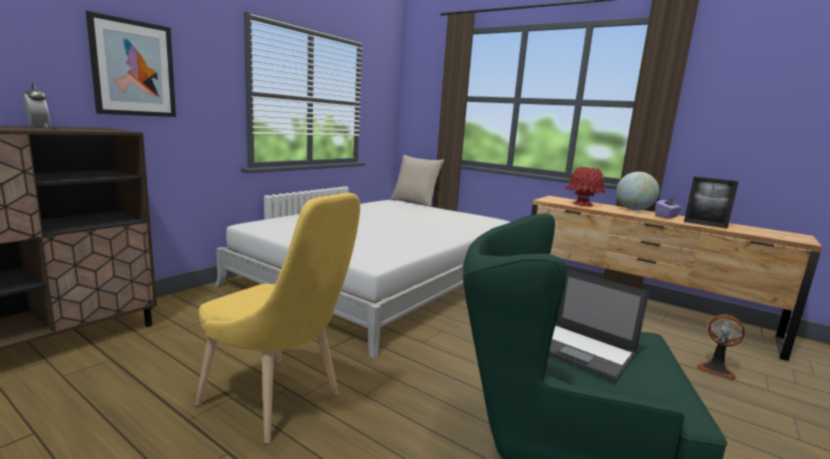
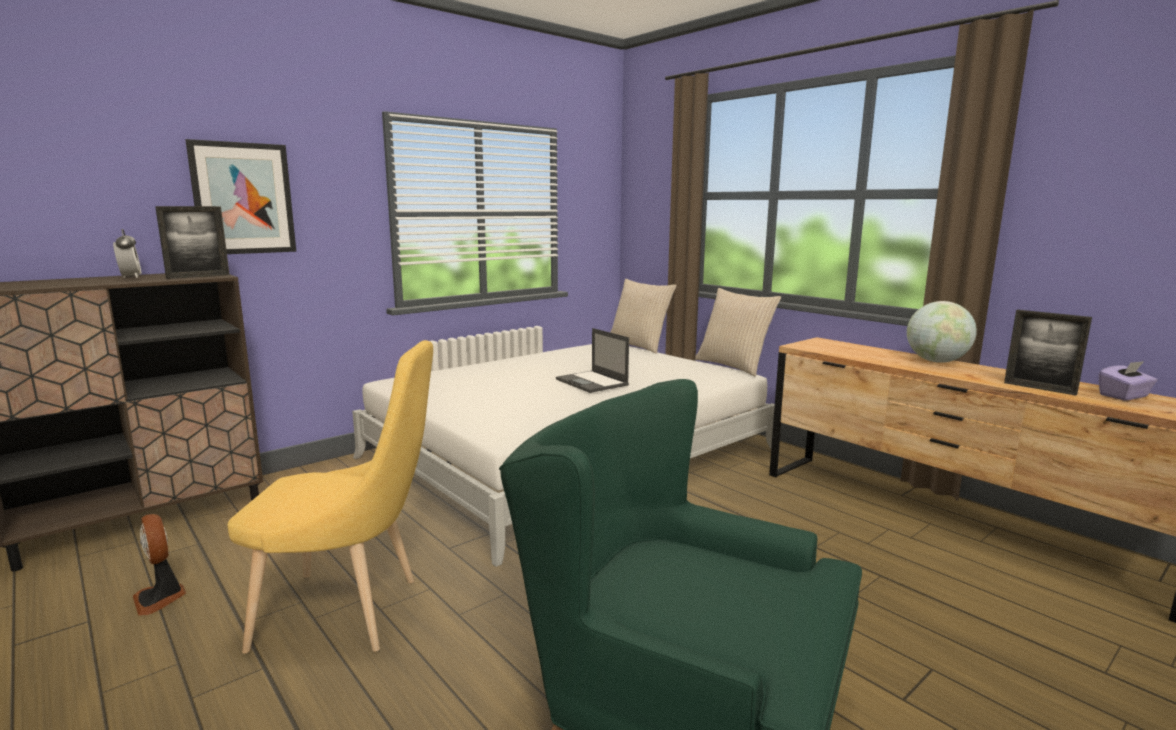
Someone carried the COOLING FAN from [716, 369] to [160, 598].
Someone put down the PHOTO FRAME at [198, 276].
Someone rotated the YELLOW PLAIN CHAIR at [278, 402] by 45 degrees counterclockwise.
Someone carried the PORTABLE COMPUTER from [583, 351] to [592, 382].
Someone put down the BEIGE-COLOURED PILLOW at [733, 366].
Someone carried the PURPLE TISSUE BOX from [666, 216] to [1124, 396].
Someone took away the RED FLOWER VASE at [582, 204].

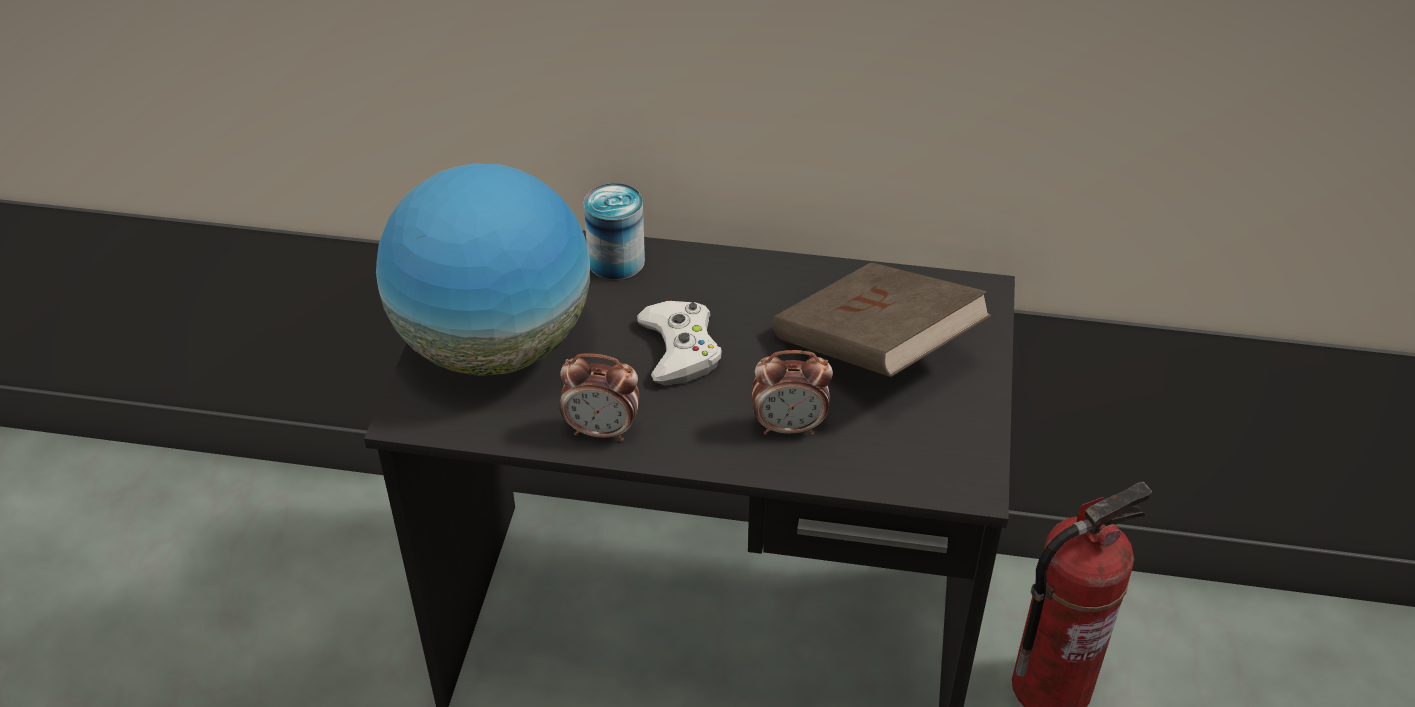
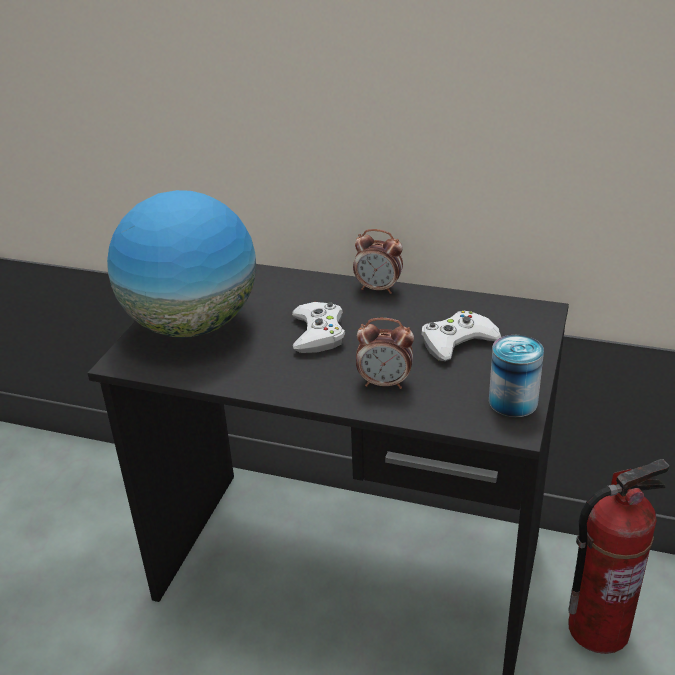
Someone carried the ALARM CLOCK from [602, 430] to [378, 288].
Someone swapped the BROWNISH BOUND BOOK at [874, 352] for the WHITISH JOYPAD at [457, 342].
Someone carried the METAL CAN from [616, 261] to [513, 401].

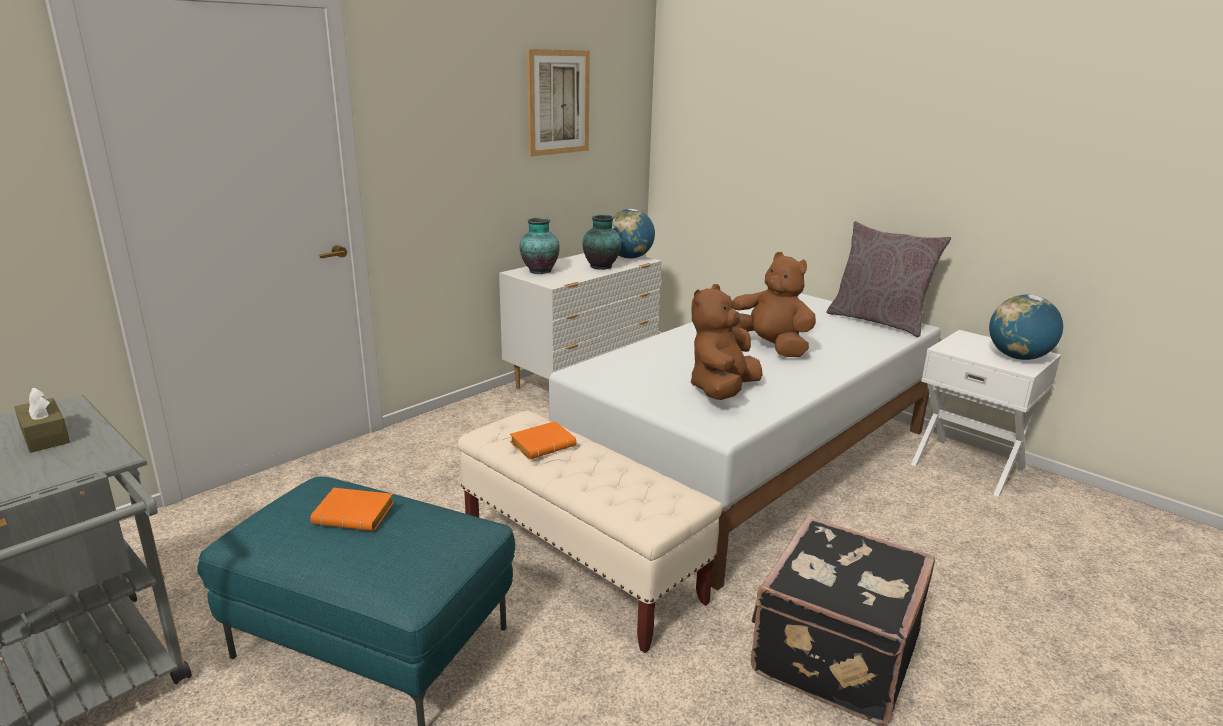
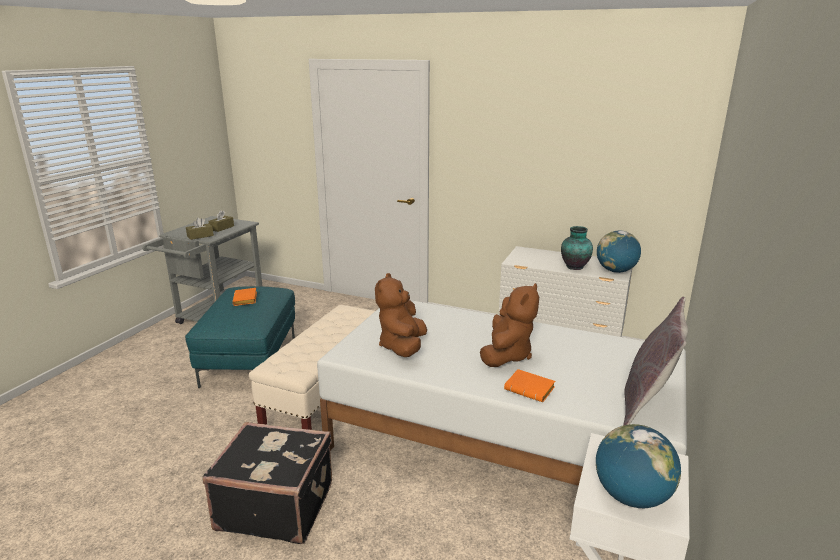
Someone put down the BROWNISH TISSUE BOX at [200, 236].
Someone rotated the BROWNISH PLUSH TOY at [722, 391] by 90 degrees counterclockwise.
Someone carried the ORANGE-COLOURED BOUND BOOK from [543, 444] to [531, 389].
Someone took away the FLOWER VASE at [539, 271].
Someone took away the WALL ART at [558, 102].

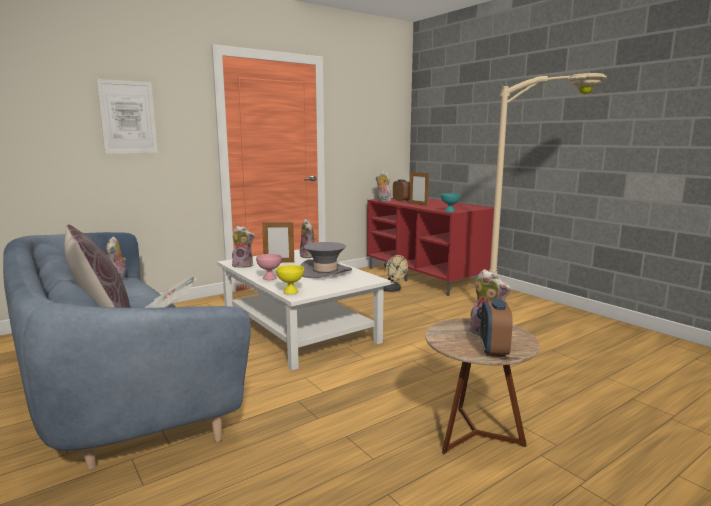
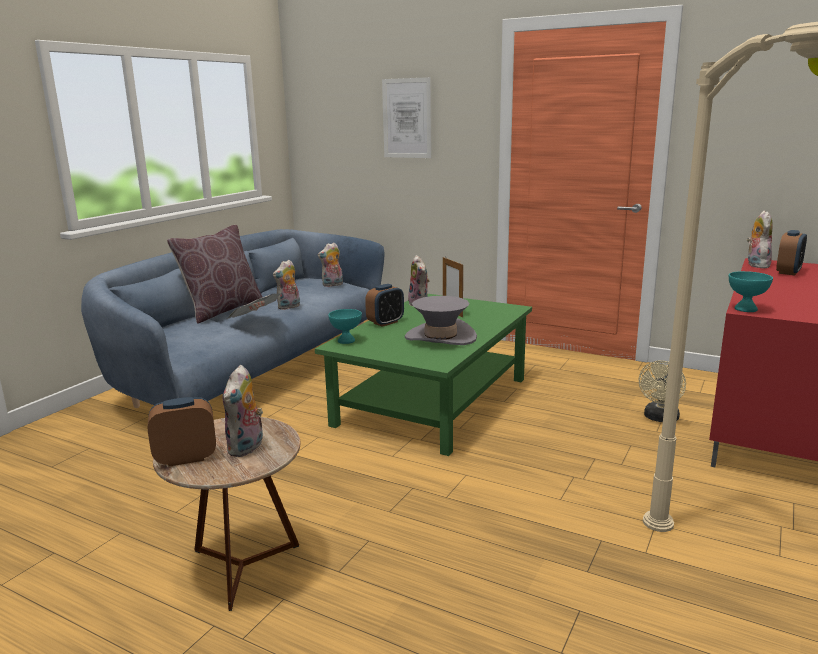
Someone carried the PLUSH TOY from [308, 256] to [289, 307].
Someone repainted the WHITISH COFFEE TABLE at [298, 330], which became the GREENISH COFFEE TABLE at [432, 401].
Someone repainted the YELLOW SERVING BOWL at [290, 292], which became the BLUE-GREEN SERVING BOWL at [346, 340].
Someone swapped the PINK-COLOURED SERVING BOWL at [269, 278] for the ALARM CLOCK at [385, 322].
Someone took away the PHOTO FRAME at [418, 204].

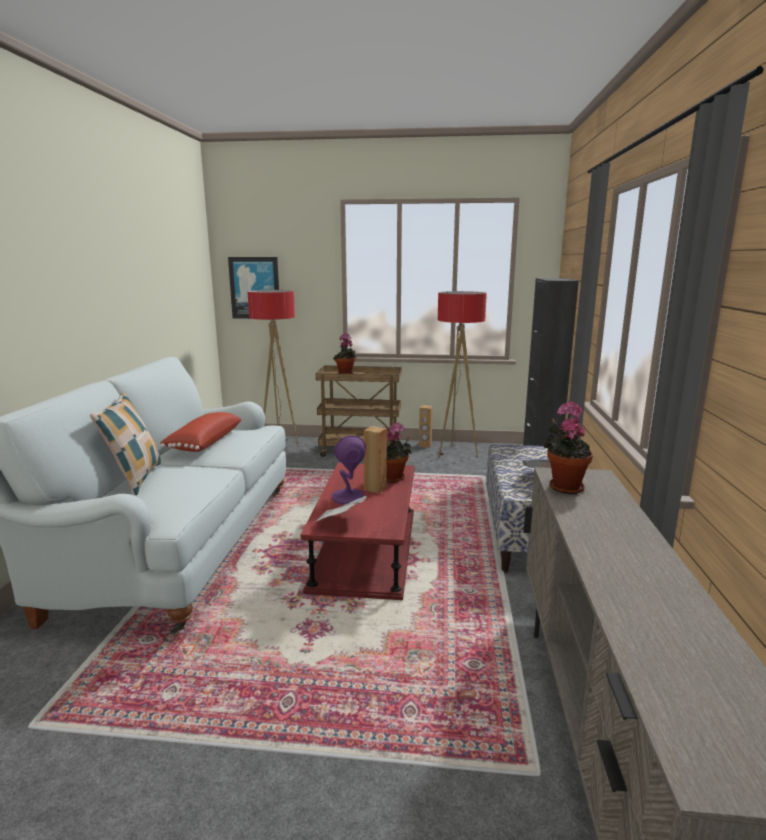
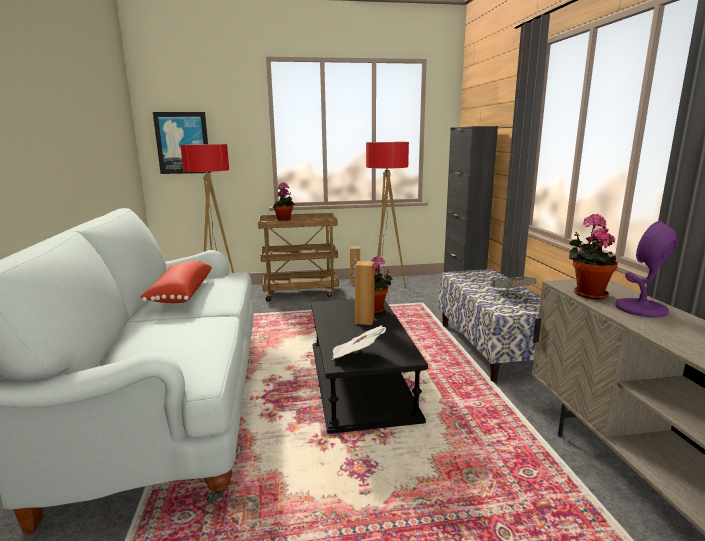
Someone repainted the RED COFFEE TABLE at [365, 548], which became the BLACK COFFEE TABLE at [359, 379].
Someone carried the PURPLE TABLETOP LAMP from [348, 497] to [641, 309].
Someone took away the PILLOW at [135, 479].

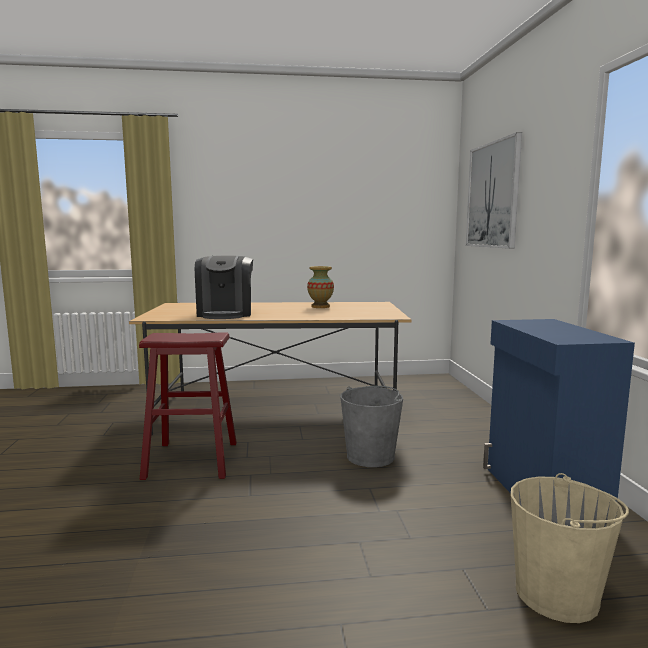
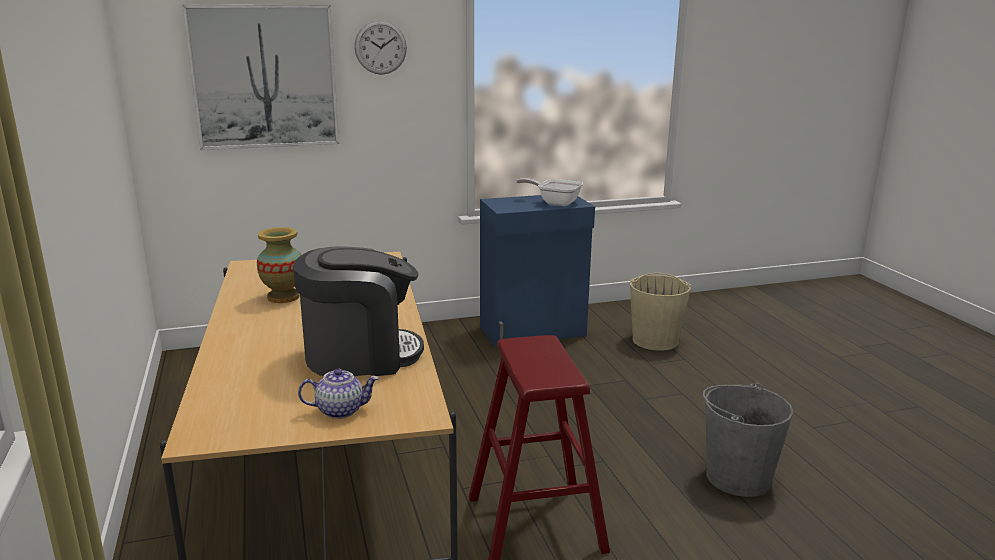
Someone put down the TEAPOT at [341, 410].
Someone put up the HANGING CLOCK at [380, 47].
Someone put down the PAN at [555, 202].
Someone carried the GRAY PAIL from [371, 456] to [737, 477].

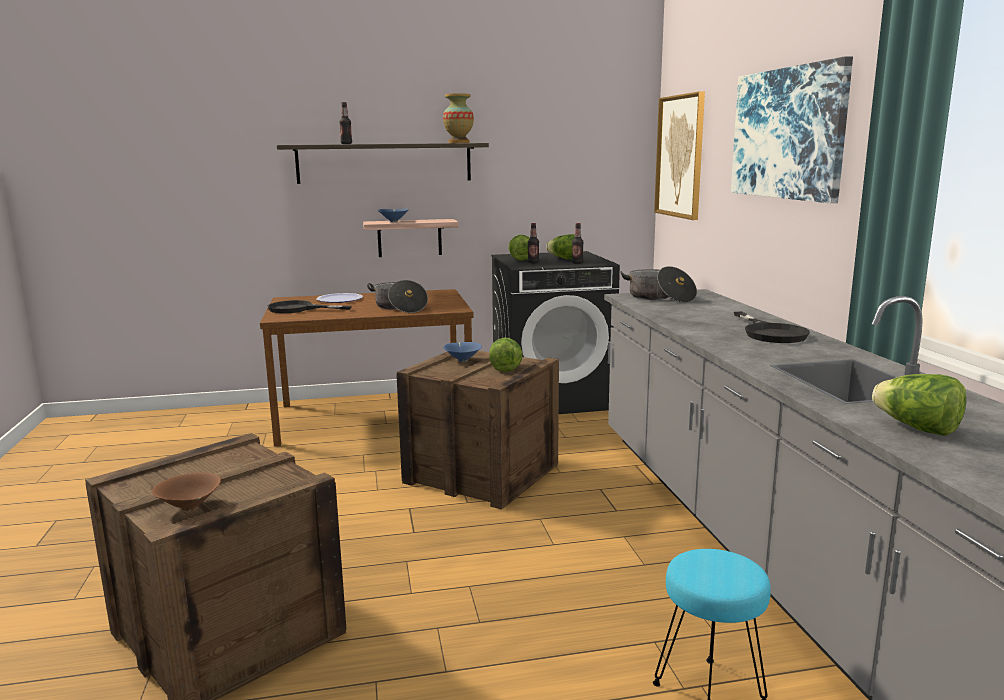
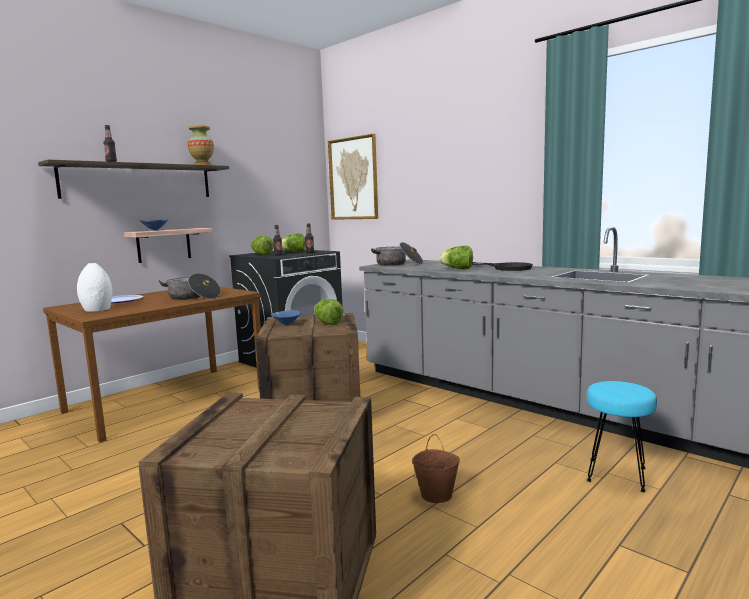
Someone swapped the BLACK PAN at [298, 309] for the WHITISH FLOWER VASE at [97, 310].
Someone put down the BROWNISH PAIL at [437, 495].
Someone carried the LETTUCE from [917, 428] to [457, 269].
Someone took away the BROWNISH SERVING BOWL at [190, 508].
Someone took away the WALL ART at [787, 133].

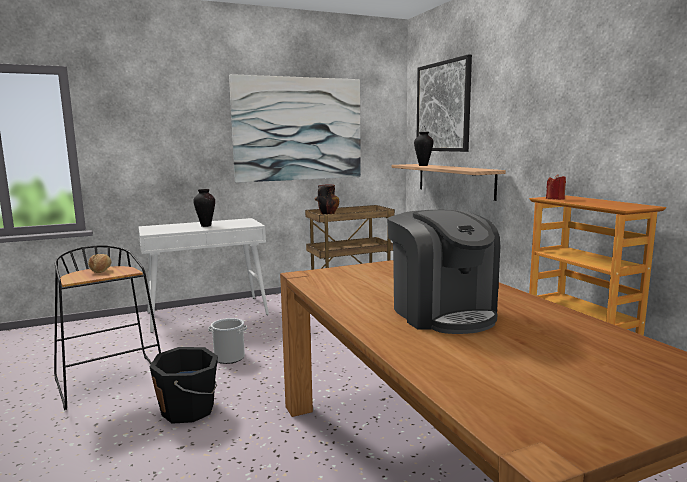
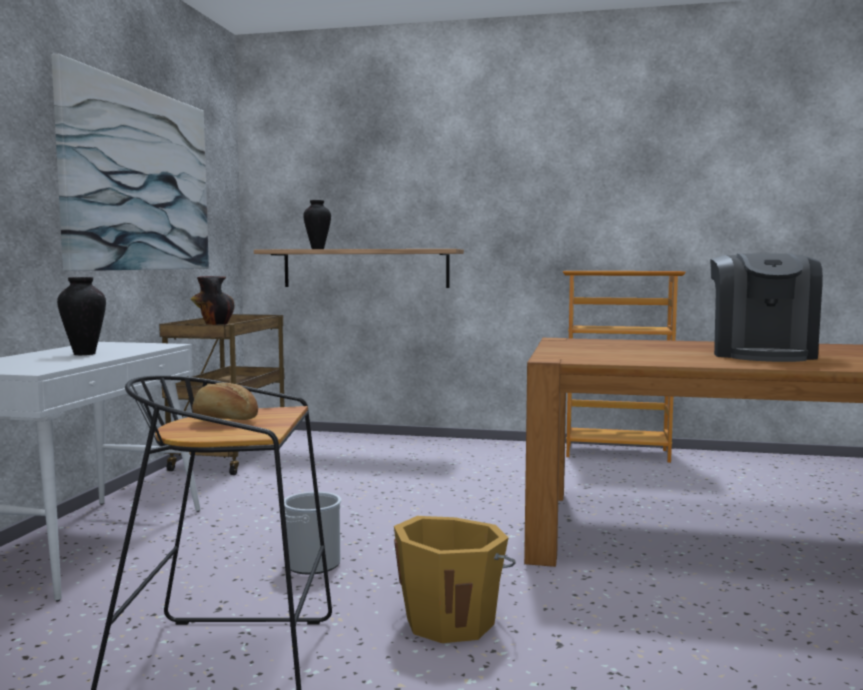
Someone repainted the BLACK PAIL at [189, 409], which became the ORANGE-COLOURED PAIL at [451, 620].
Someone rotated the COFFEE MAKER at [442, 313] by 90 degrees clockwise.
Someone took away the WALL ART at [443, 107].
Someone took away the RED CANDLE at [555, 199].

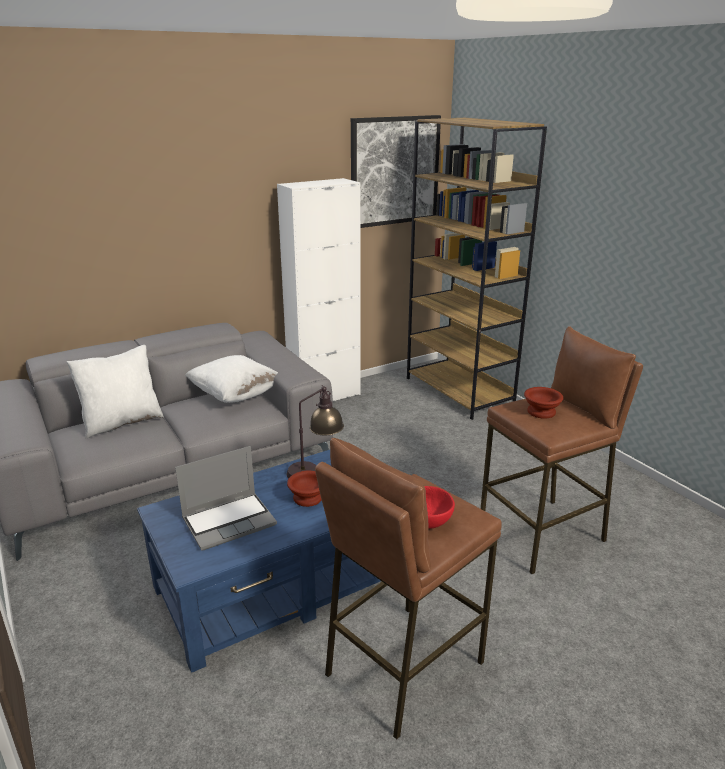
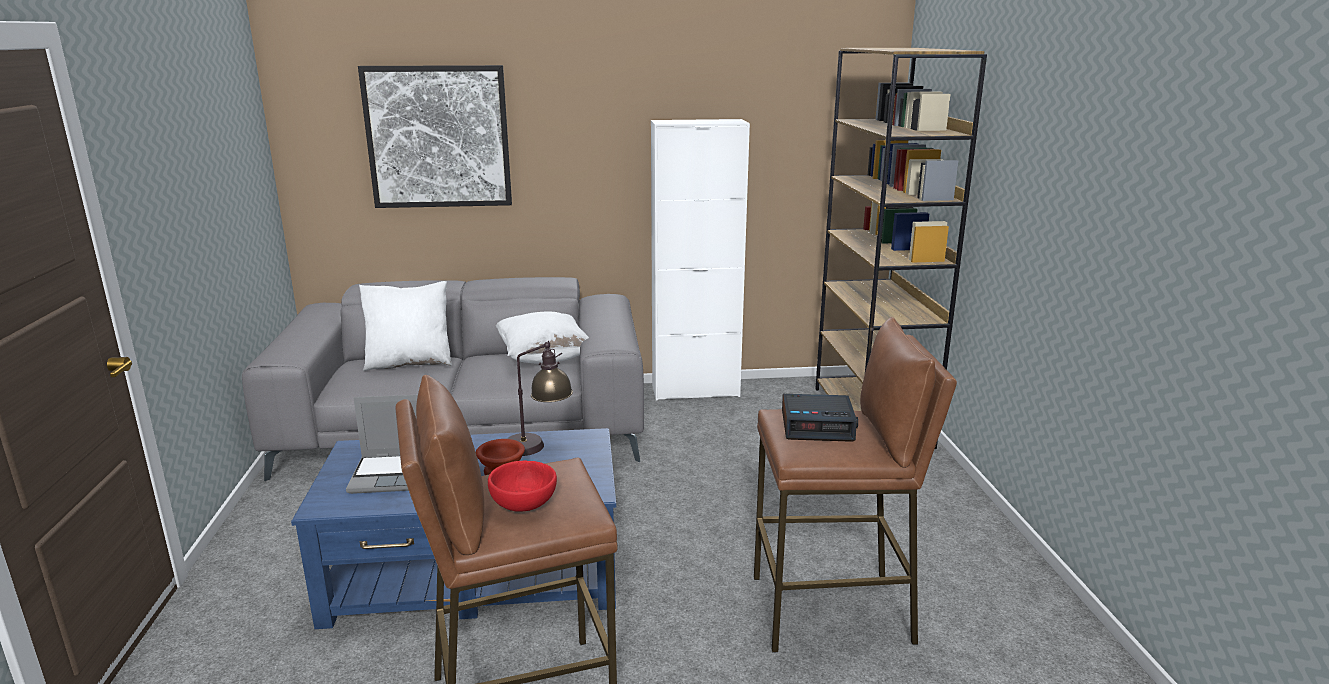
Someone carried the WALL ART from [394, 171] to [438, 137].
Someone swapped the BROWNISH SERVING BOWL at [541, 411] for the ALARM CLOCK at [818, 426].

